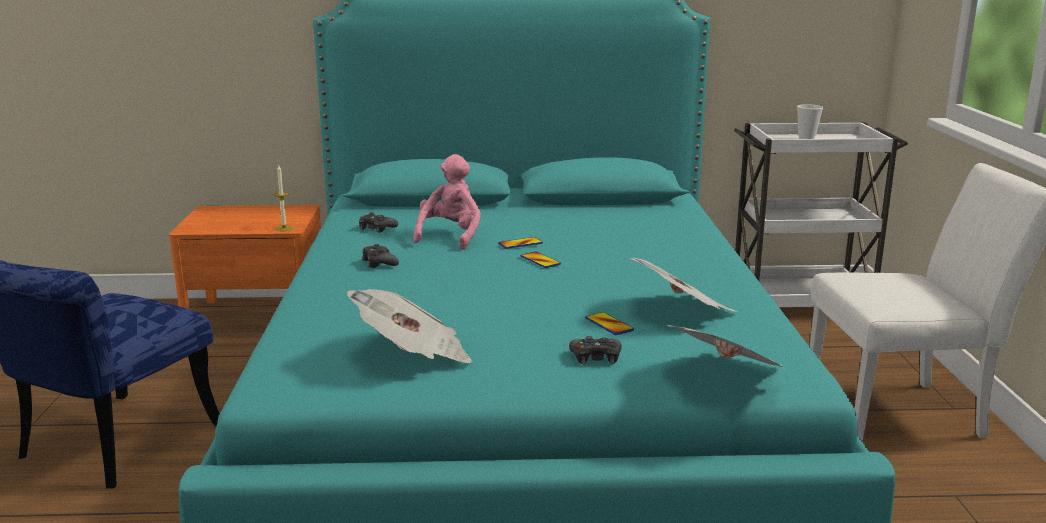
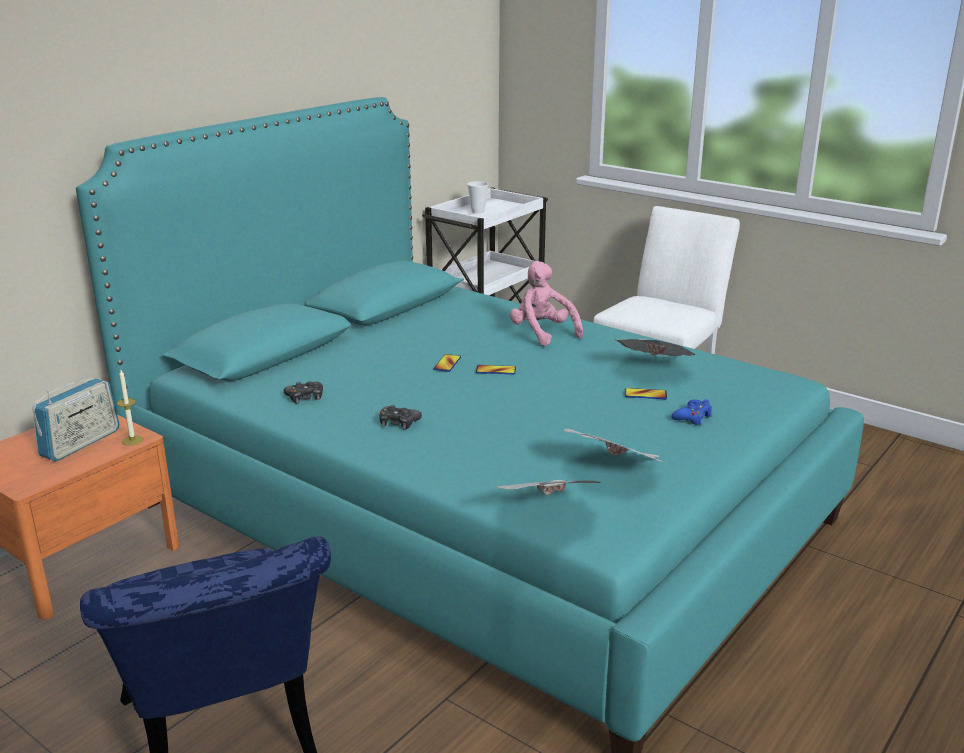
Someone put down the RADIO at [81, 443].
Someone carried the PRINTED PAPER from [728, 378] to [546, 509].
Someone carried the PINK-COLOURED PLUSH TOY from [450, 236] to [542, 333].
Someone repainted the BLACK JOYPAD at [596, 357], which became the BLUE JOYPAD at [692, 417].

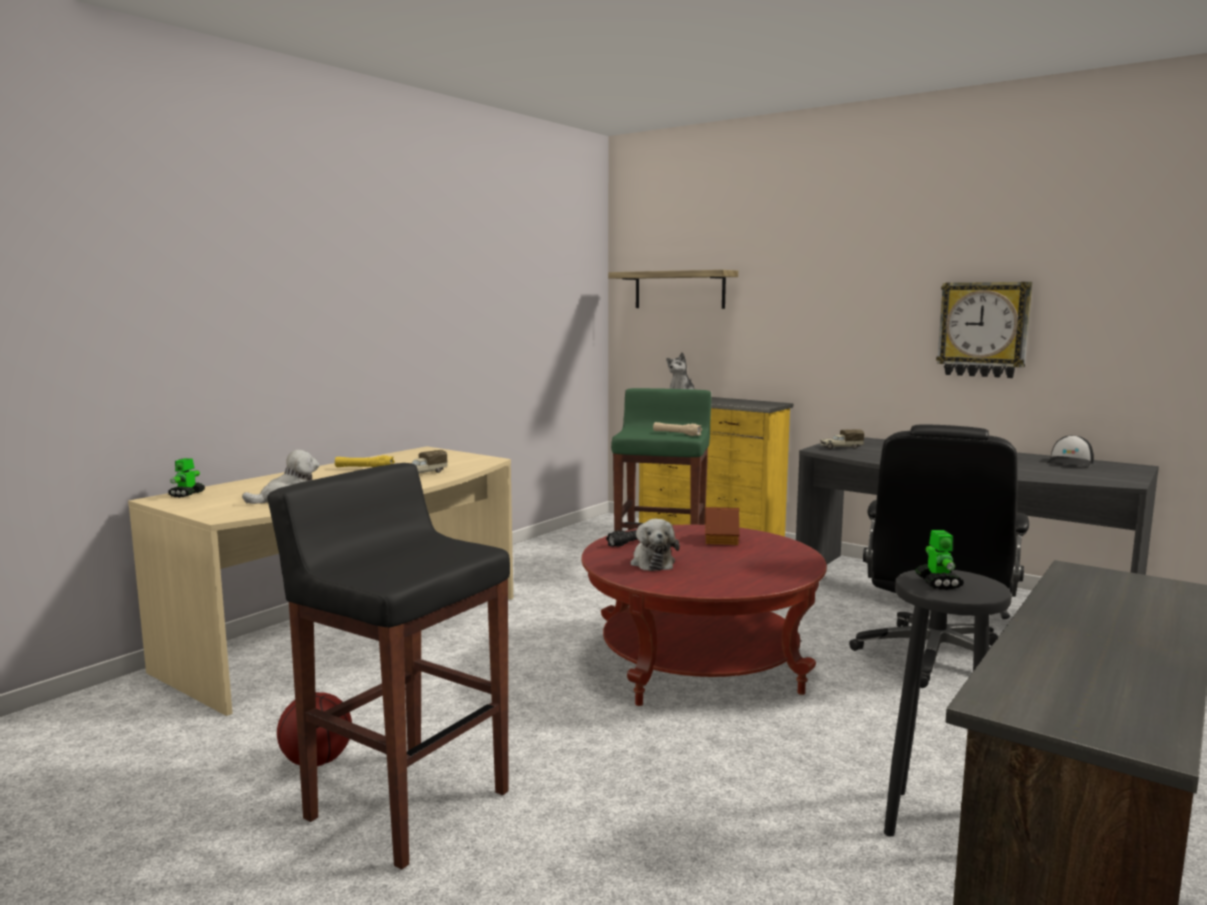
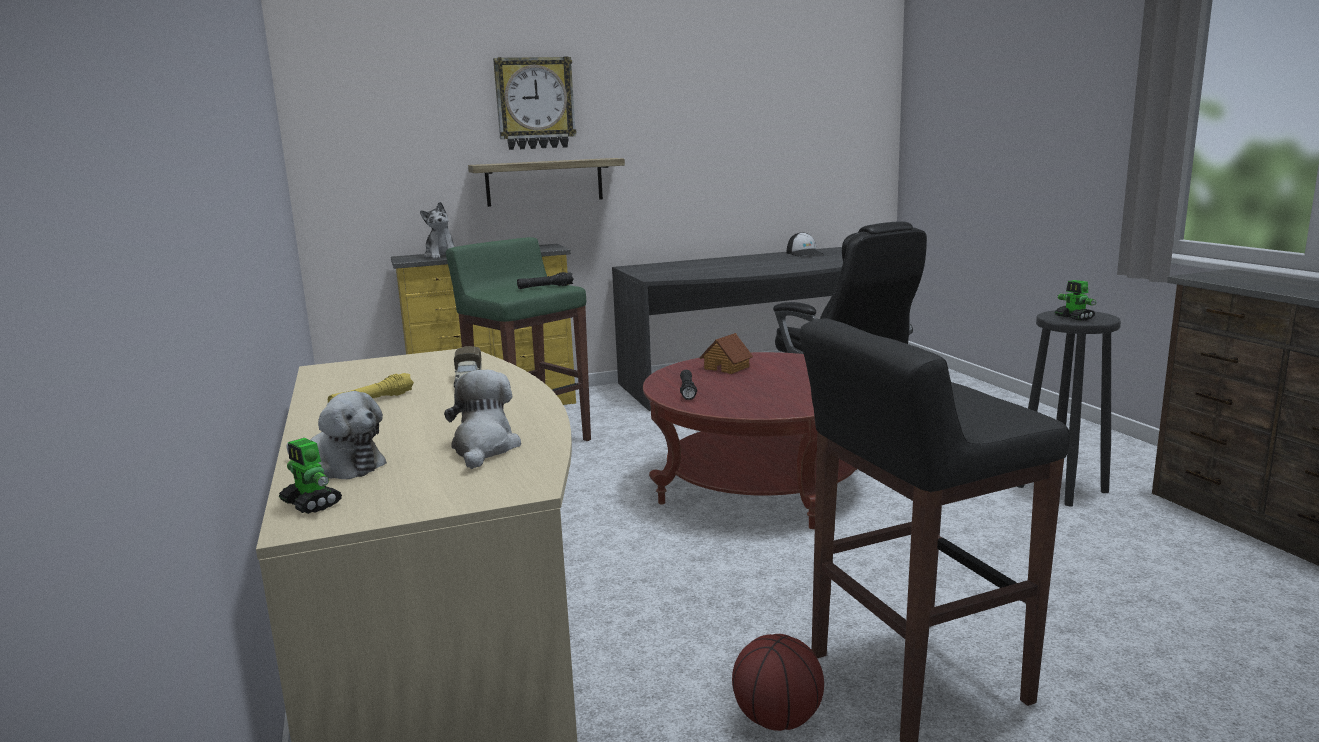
Someone carried the PLUSH TOY from [652, 562] to [339, 466].
Someone carried the SHELF from [679, 290] to [544, 182].
Someone carried the HANGING CLOCK from [983, 329] to [535, 103].
Someone repainted the BEIGE-COLOURED HAND TORCH at [676, 434], which became the BLACK HAND TORCH at [545, 287].
Someone rotated the TOY ROBOT at [938, 583] by 150 degrees counterclockwise.
Someone took away the TOY TRUCK at [840, 447].

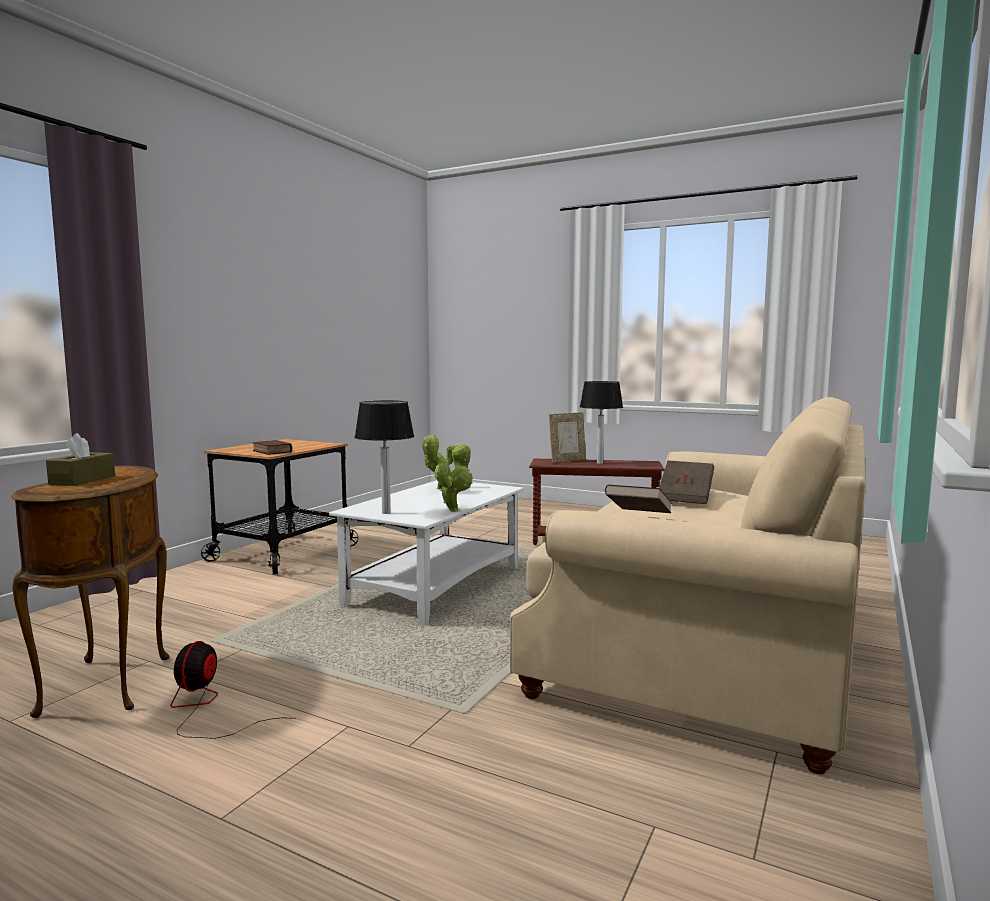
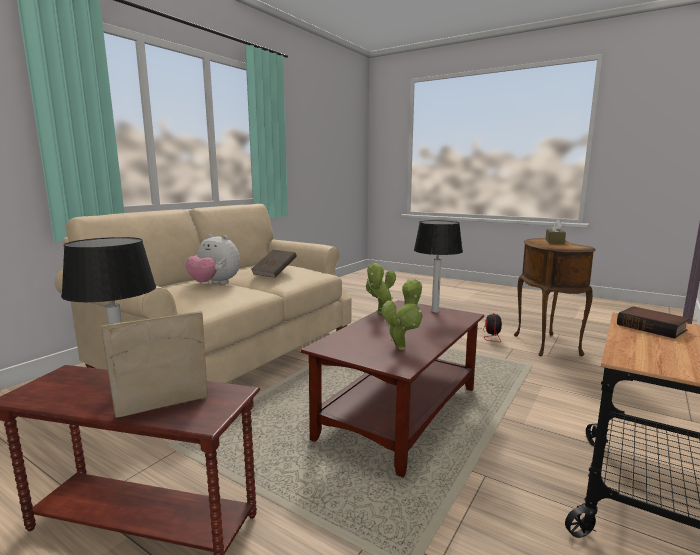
Someone swapped the BROWNISH BOUND BOOK at [686, 497] for the PLUSH TOY at [215, 284].
Someone repainted the WHITISH COFFEE TABLE at [435, 587], which became the BROWNISH COFFEE TABLE at [400, 412].

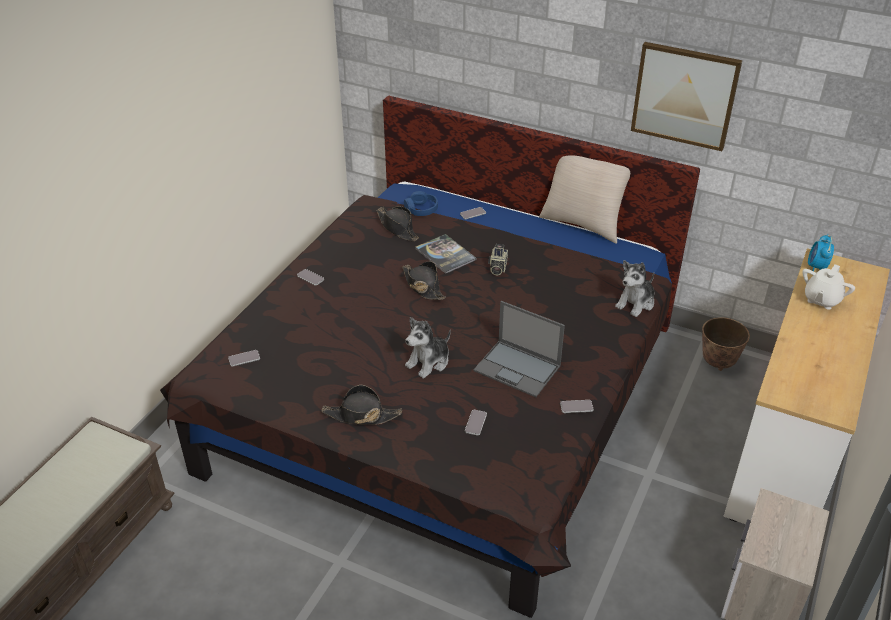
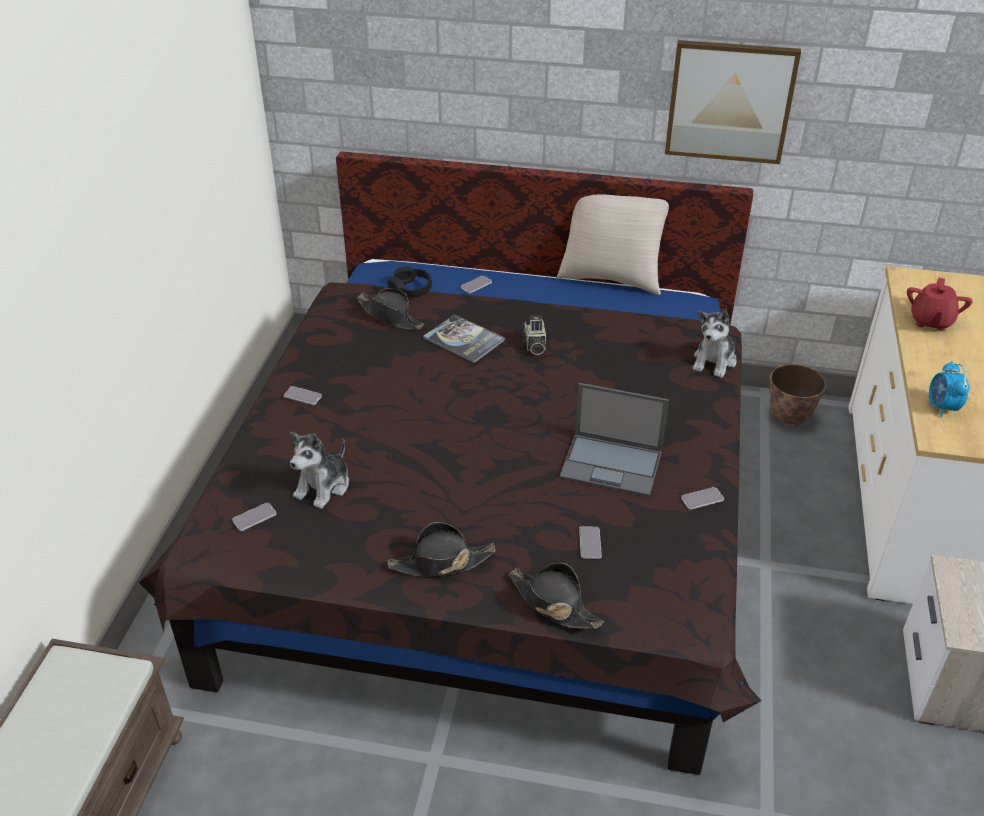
Someone carried the PLUSH TOY from [429, 362] to [323, 486].
Someone repainted the BLUE PAIR OF HEADPHONES at [421, 209], which became the BLACK PAIR OF HEADPHONES at [410, 289].
Someone carried the BLACK CLOTHING HAT from [423, 286] to [553, 603].
Someone repainted the WHITISH TEAPOT at [821, 300], which became the RED TEAPOT at [930, 321].
Someone carried the ALARM CLOCK from [816, 267] to [942, 407].

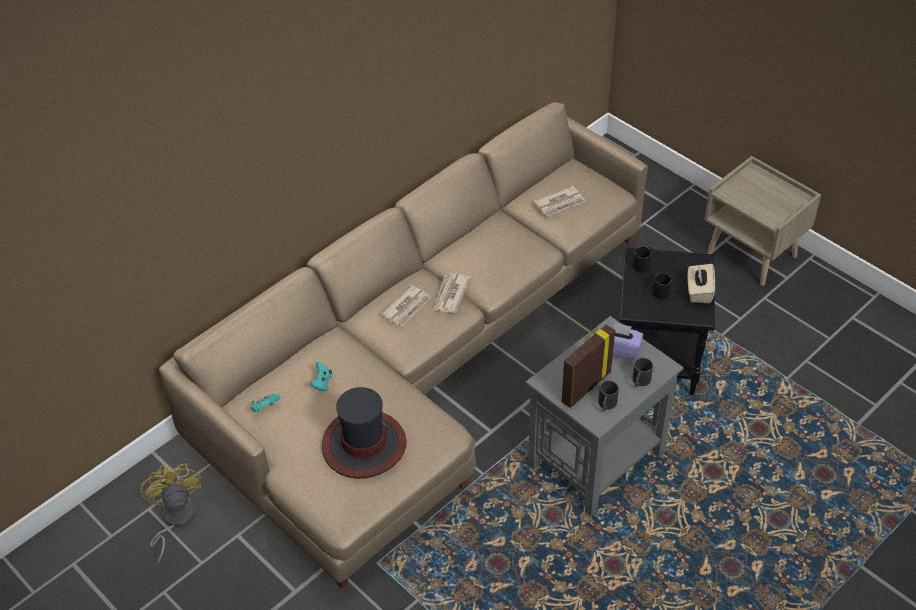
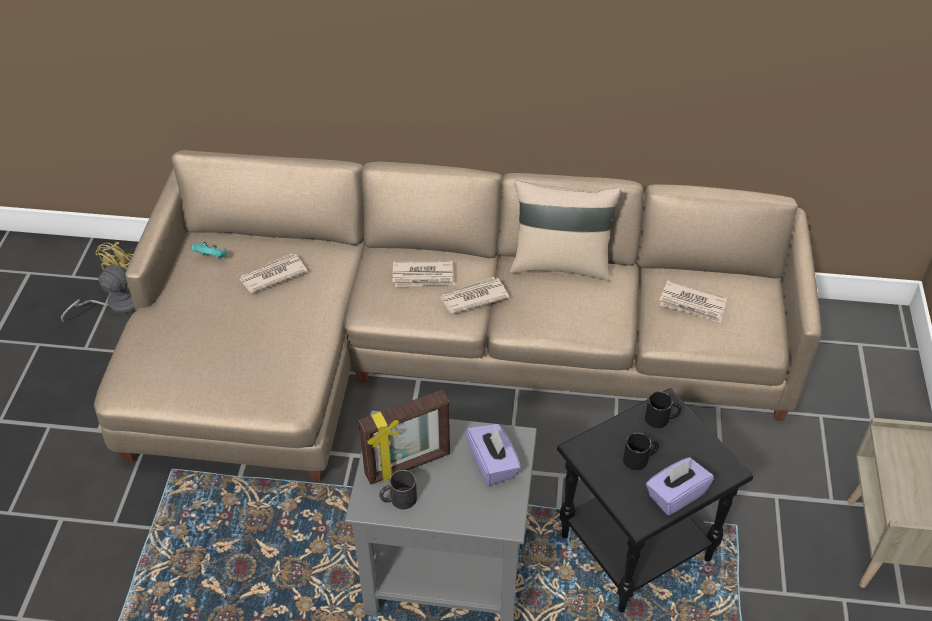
Someone swapped the BLUE-GREEN JOYPAD at [322, 383] for the PRINTED PAPER at [272, 275].
Someone rotated the PHOTO FRAME at [585, 387] by 150 degrees clockwise.
Someone put down the BEIGE-COLOURED PILLOW at [560, 264].
Someone repainted the BEIGE-COLOURED TISSUE BOX at [699, 292], which became the PURPLE TISSUE BOX at [675, 495].
Someone took away the CLOTHING HAT at [363, 445].
Someone took away the BLACK TEA MUG at [640, 381].

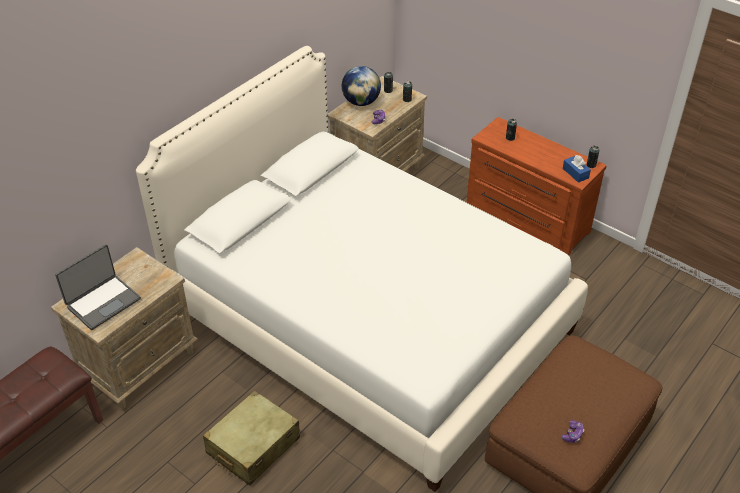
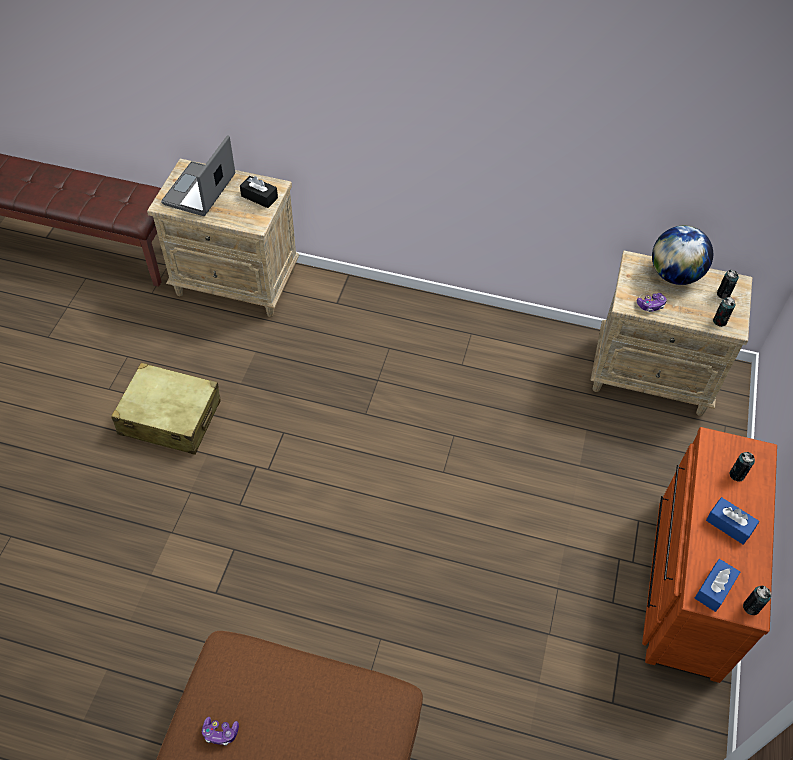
Someone rotated the PORTABLE COMPUTER at [103, 302] by 90 degrees clockwise.
Someone put down the BLACK TISSUE BOX at [259, 197].
Someone put down the BLUE TISSUE BOX at [729, 525].
Someone took away the WHITISH BEDROOM BED at [369, 320].

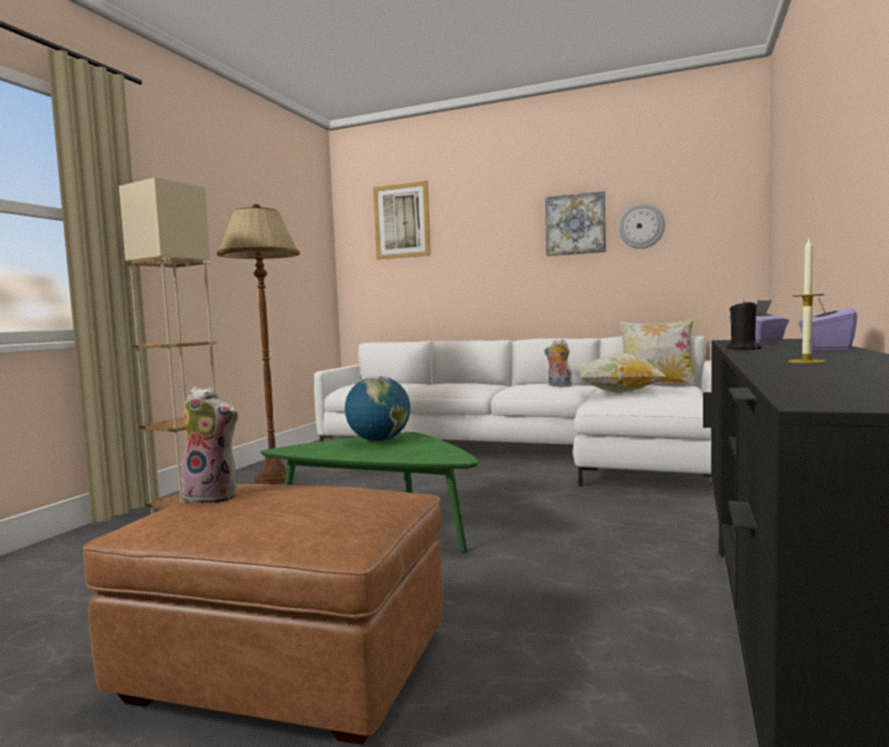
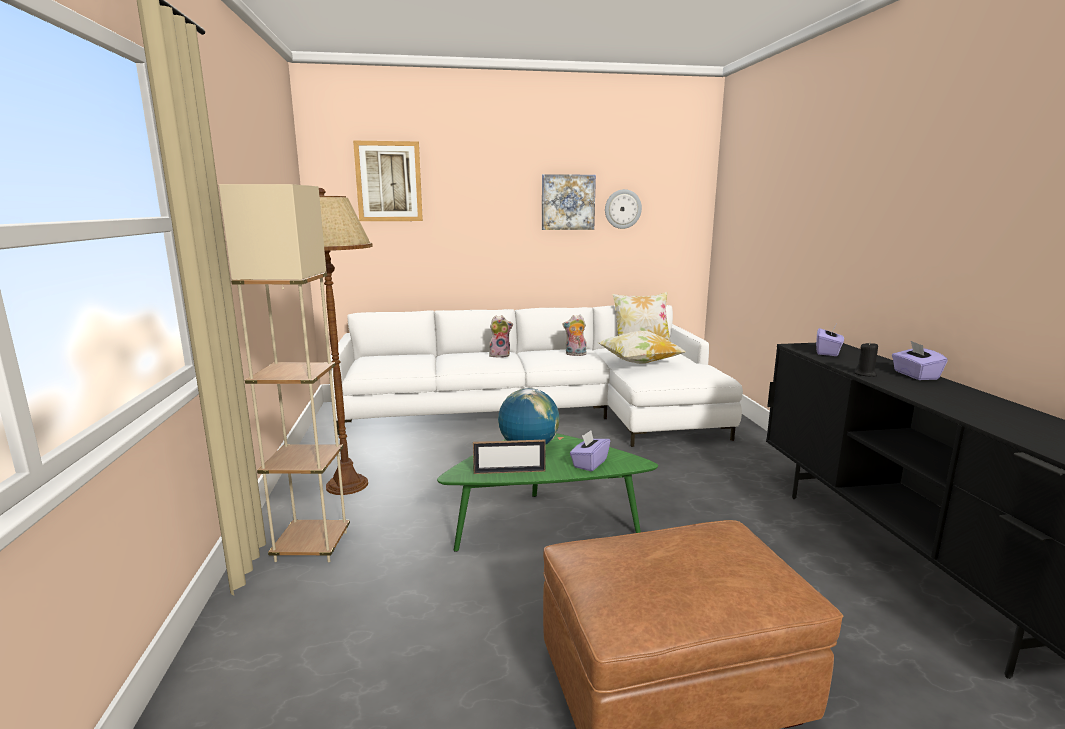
Someone put down the PHOTO FRAME at [509, 472].
Someone carried the PLUSH TOY from [214, 496] to [500, 355].
Someone put down the PURPLE TISSUE BOX at [589, 463].
Someone took away the CANDLE at [806, 361].

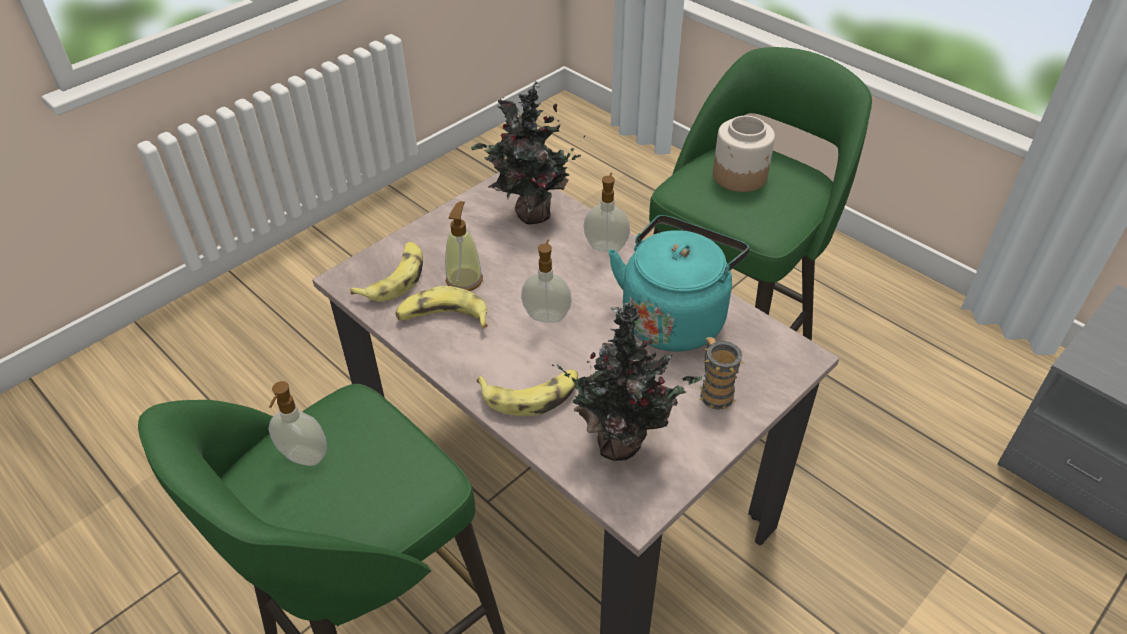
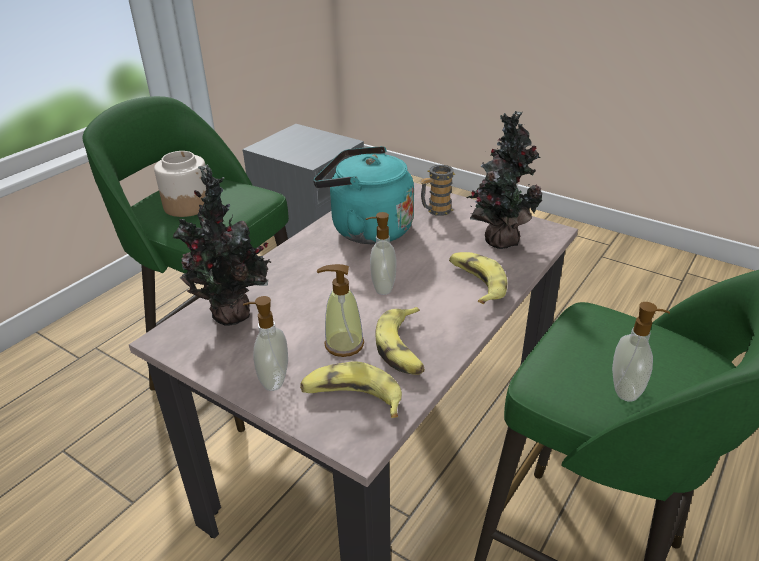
Someone carried the SOAP BOTTLE from [606, 246] to [273, 379].

